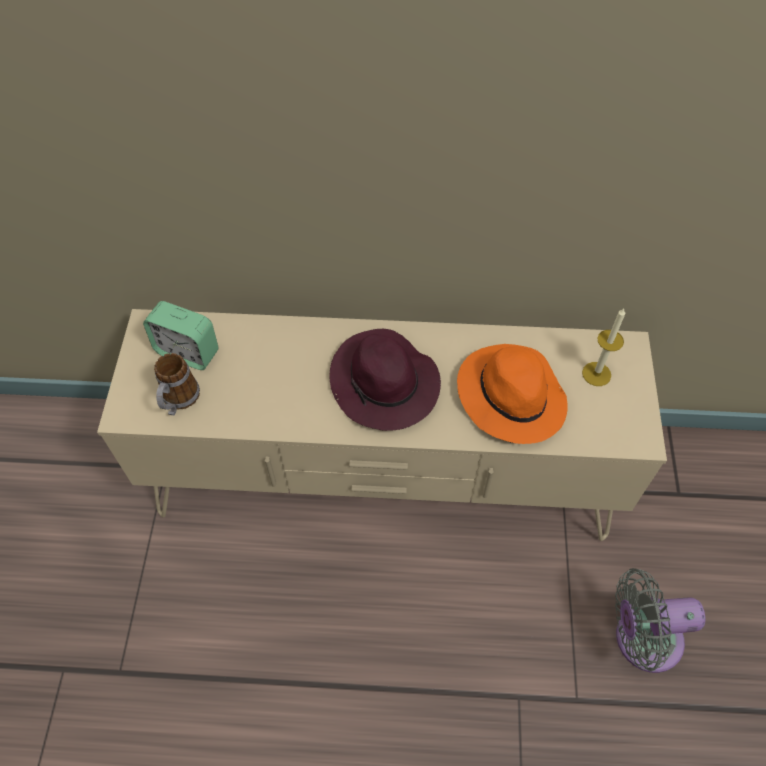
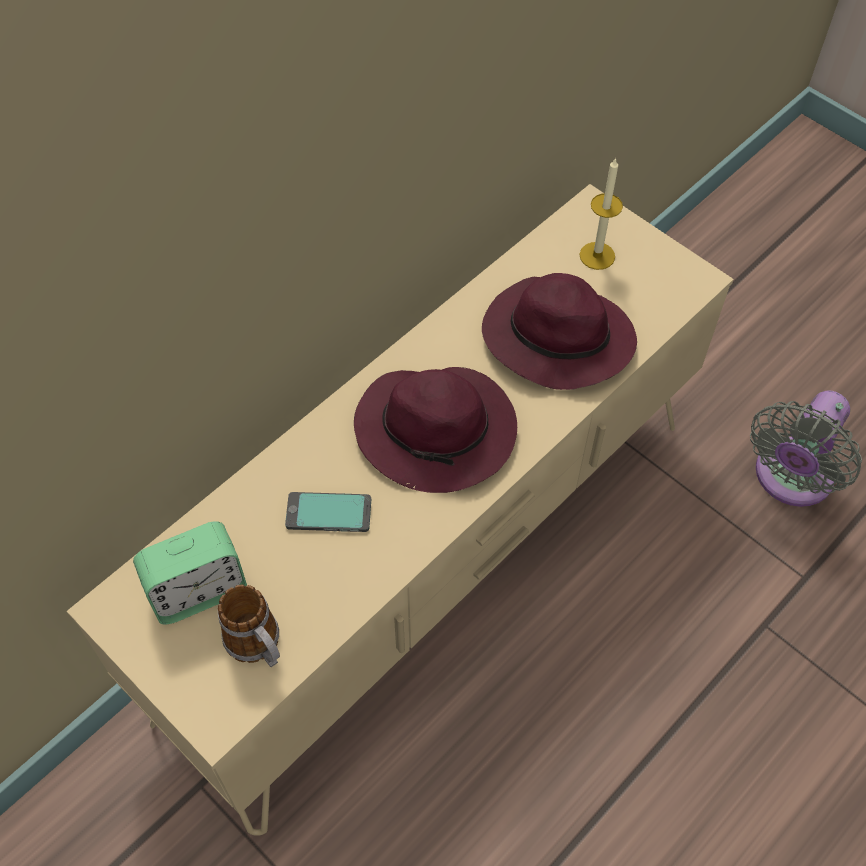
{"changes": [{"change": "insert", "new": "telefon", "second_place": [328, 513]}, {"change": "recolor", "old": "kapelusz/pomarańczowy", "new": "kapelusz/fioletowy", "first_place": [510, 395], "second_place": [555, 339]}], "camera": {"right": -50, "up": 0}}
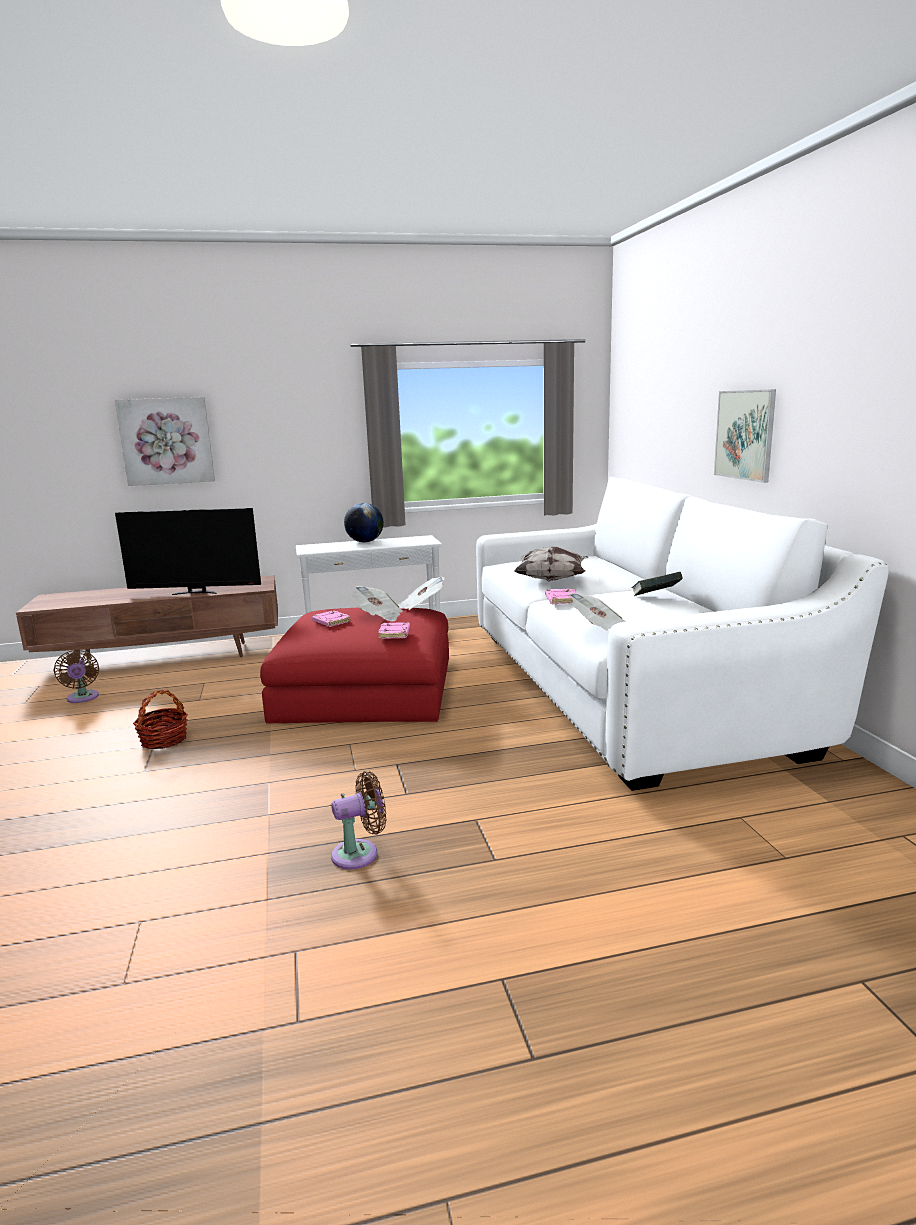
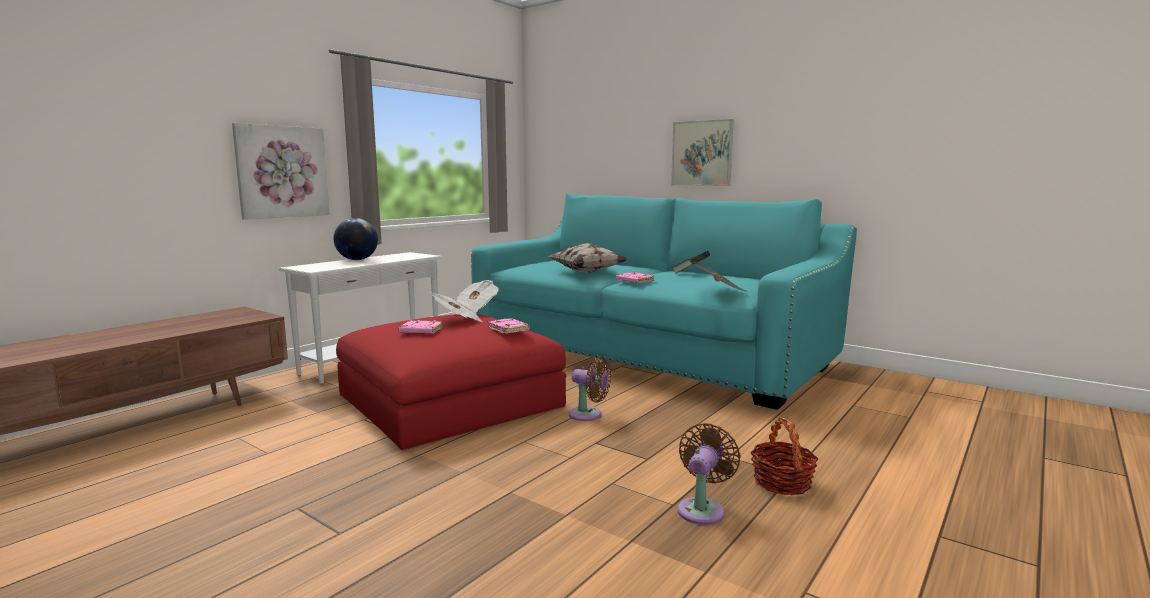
{"changes": [{"change": "move", "old": "obraz", "first_place": [166, 441], "second_place": [282, 172]}, {"change": "recolor", "old": "kanapa/biały", "new": "kanapa/turkusowy", "first_place": [625, 685], "second_place": [648, 354]}, {"change": "move", "old": "wentylator/brązowy", "first_place": [82, 698], "second_place": [588, 415]}, {"change": "move", "old": "koszyk", "first_place": [164, 740], "second_place": [782, 482]}, {"change": "delete", "old": "telewizor", "first_place": [196, 593]}], "camera": {"right": -40, "up": -5}}
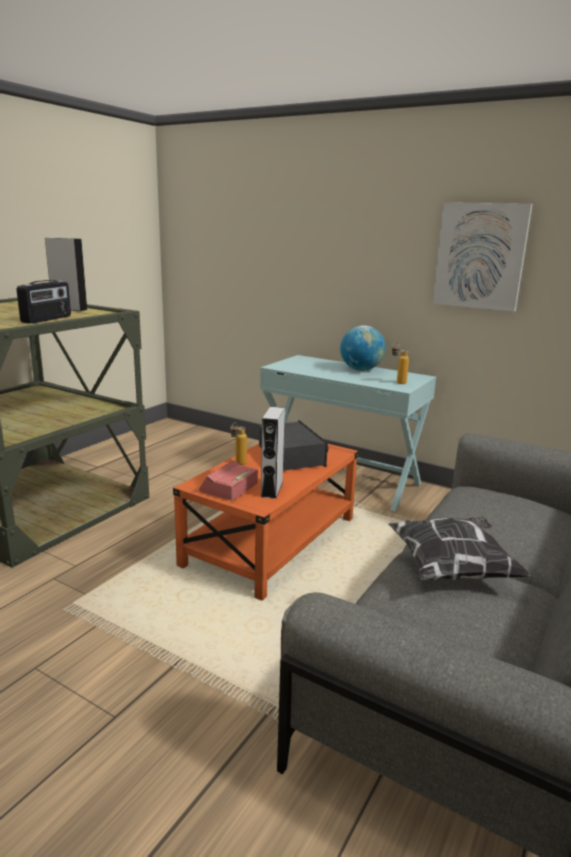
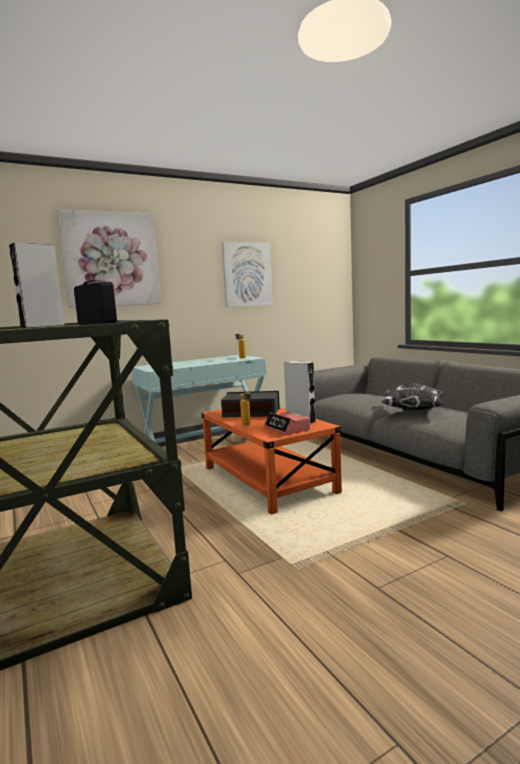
{"changes": [{"change": "insert", "new": "obraz", "second_place": [111, 259]}, {"change": "delete", "old": "globus", "first_place": [361, 369]}], "camera": {"right": -60, "up": -10}}
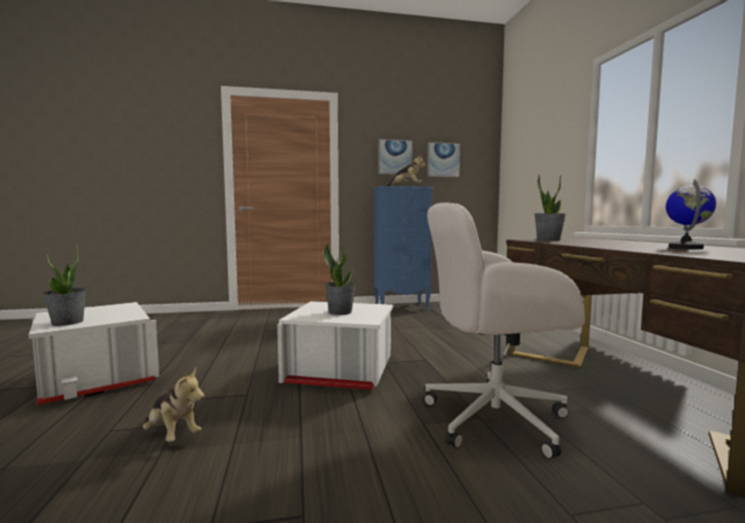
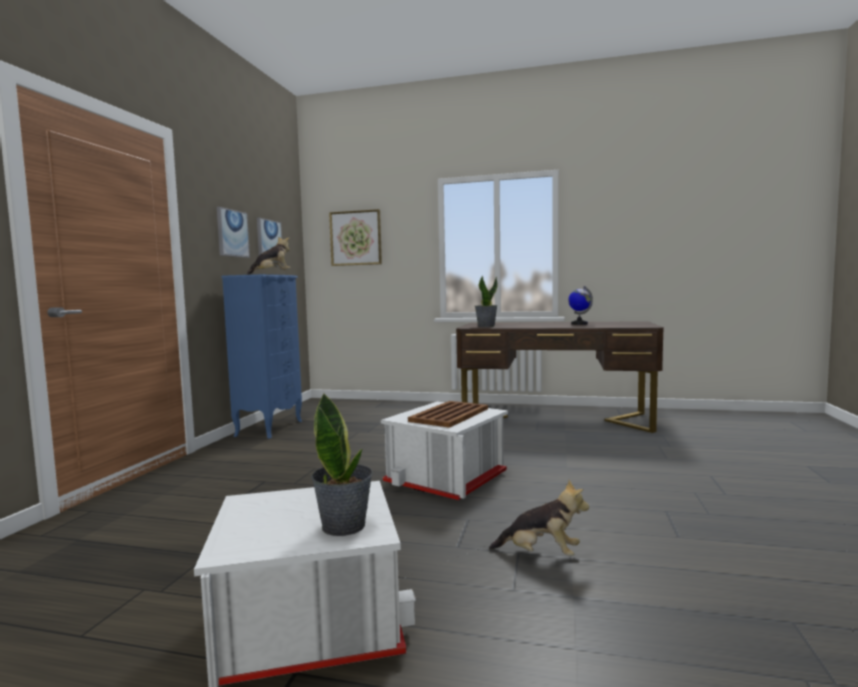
{"changes": [{"change": "insert", "new": "obraz", "second_place": [356, 238]}, {"change": "replace", "old": "roślina doniczkowa", "new": "taca/brązowy", "first_place": [340, 312], "second_place": [450, 415]}, {"change": "rotate", "old": "pluszak", "first_place": [172, 435], "second_place": [540, 554], "degrees": 45}, {"change": "delete", "old": "krzesło biurowe/biały", "first_place": [495, 419]}], "camera": {"right": -65, "up": 0}}
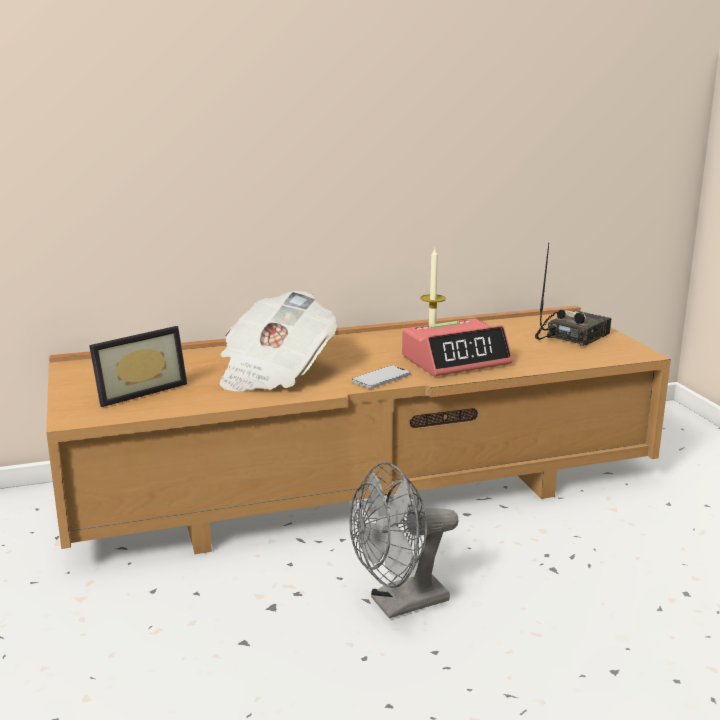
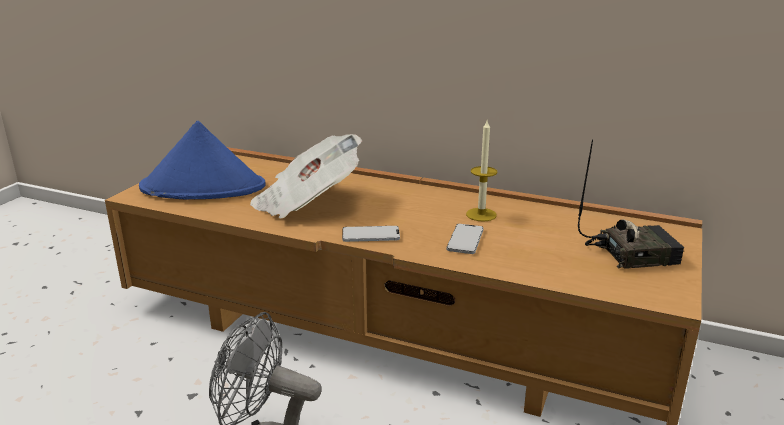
{"changes": [{"change": "replace", "old": "ramka na zdjęcie", "new": "kapelusz/niebieski", "first_place": [137, 391], "second_place": [204, 187]}, {"change": "replace", "old": "budzik", "new": "telefon", "first_place": [456, 360], "second_place": [465, 240]}], "camera": {"right": 40, "up": 5}}
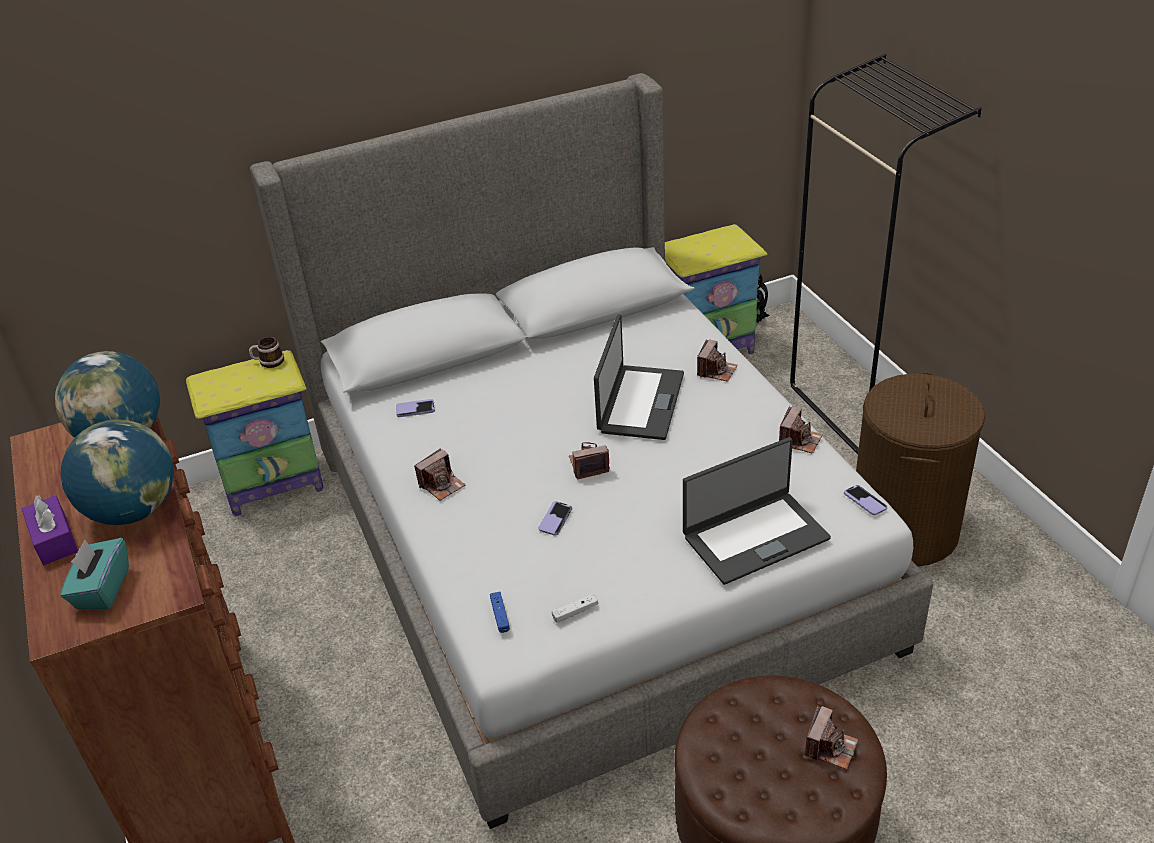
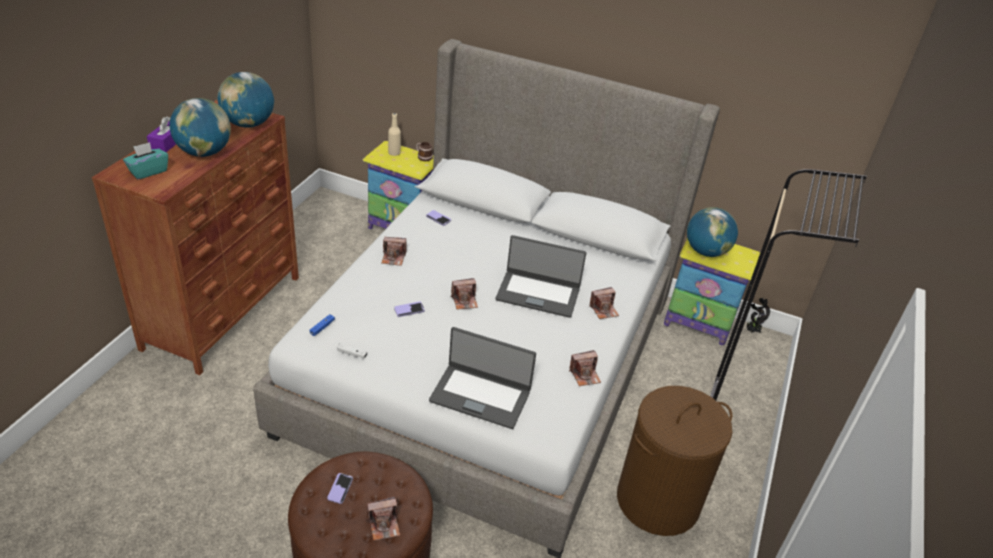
{"changes": [{"change": "move", "old": "telefon", "first_place": [865, 501], "second_place": [340, 489]}, {"change": "insert", "new": "butelka/beżowy", "second_place": [394, 153]}, {"change": "rotate", "old": "aparat fotograficzny", "first_place": [588, 466], "second_place": [464, 301], "degrees": 135}, {"change": "rotate", "old": "laptop", "first_place": [639, 402], "second_place": [538, 293], "degrees": 45}, {"change": "insert", "new": "globus", "second_place": [706, 251]}], "camera": {"right": 40, "up": 0}}
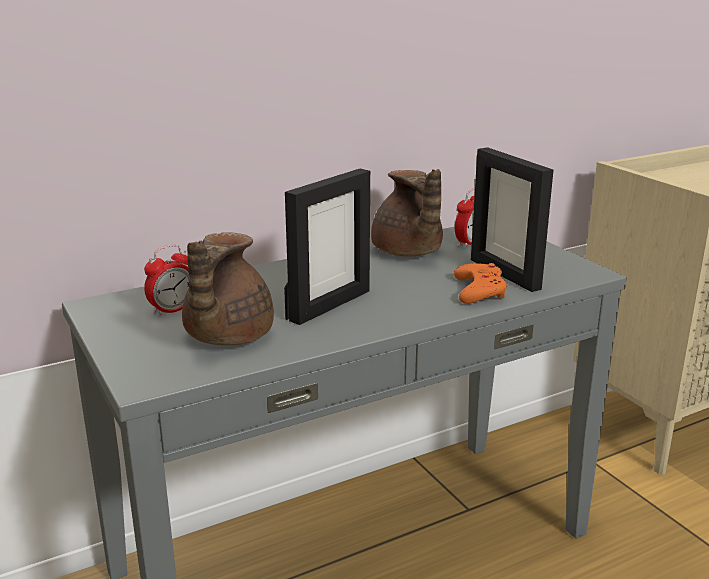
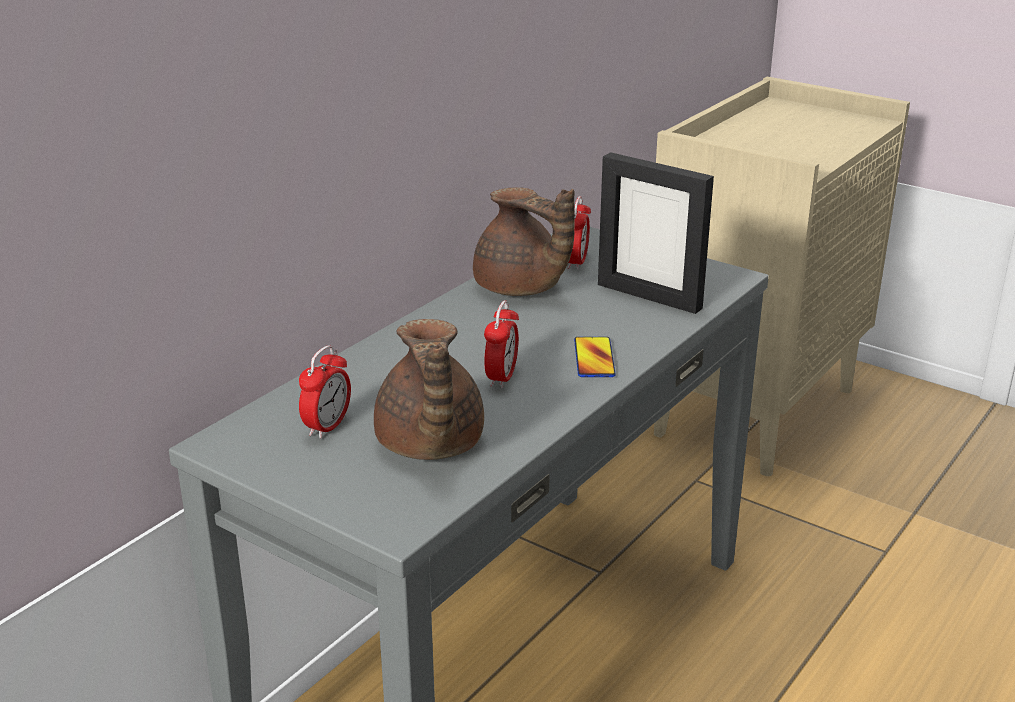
{"changes": [{"change": "replace", "old": "ramka na zdjęcie", "new": "budzik", "first_place": [329, 305], "second_place": [501, 377]}, {"change": "insert", "new": "telefon", "second_place": [594, 358]}, {"change": "delete", "old": "pad do gier/pomarańczowy", "first_place": [479, 290]}], "camera": {"right": -25, "up": 5}}
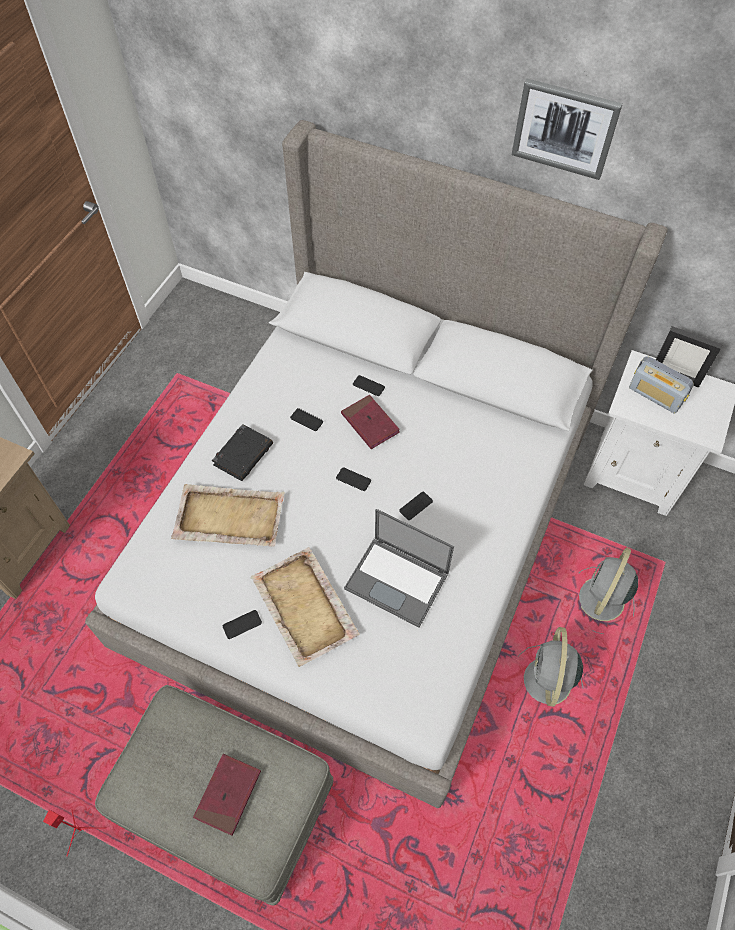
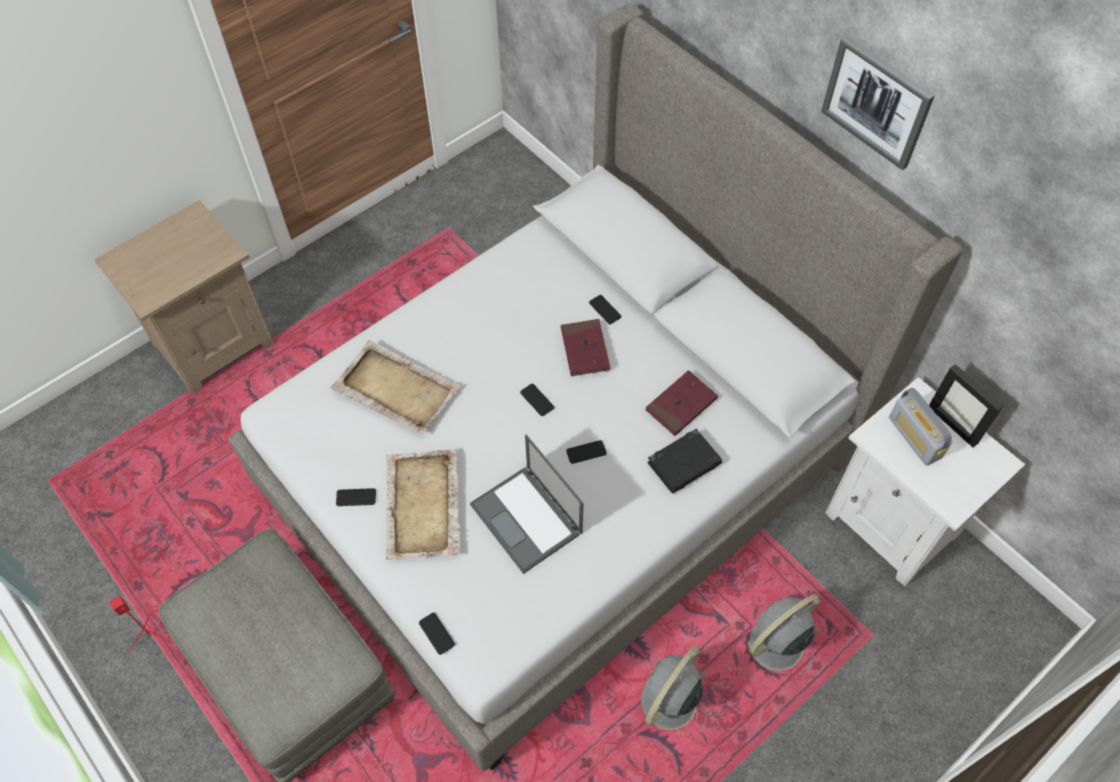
{"changes": [{"change": "move", "old": "telefon", "first_place": [306, 420], "second_place": [436, 633]}, {"change": "move", "old": "książka/czerwony", "first_place": [228, 794], "second_place": [681, 405]}, {"change": "move", "old": "książka/czarny", "first_place": [243, 454], "second_place": [684, 463]}], "camera": {"right": 25, "up": 0}}
